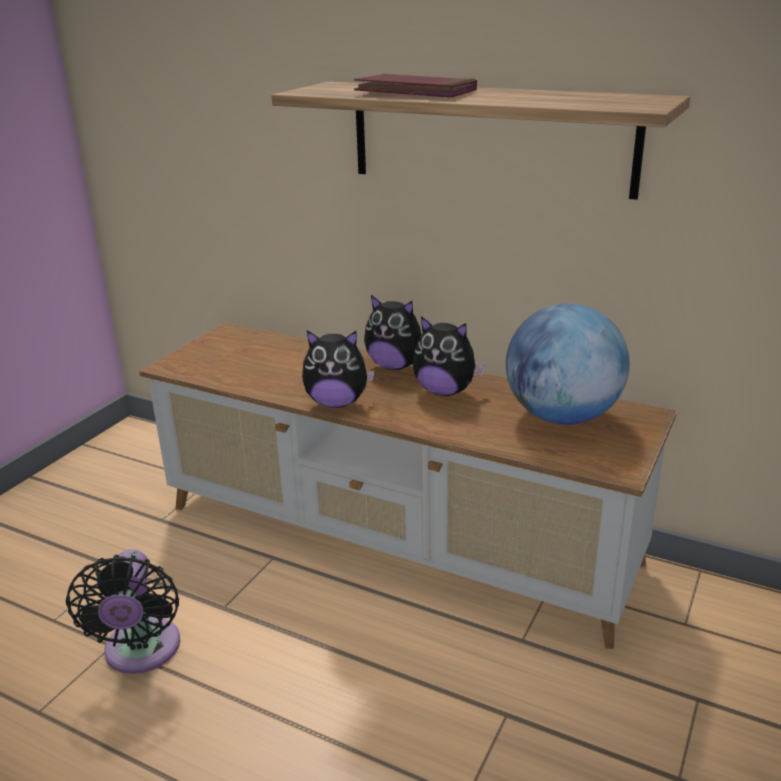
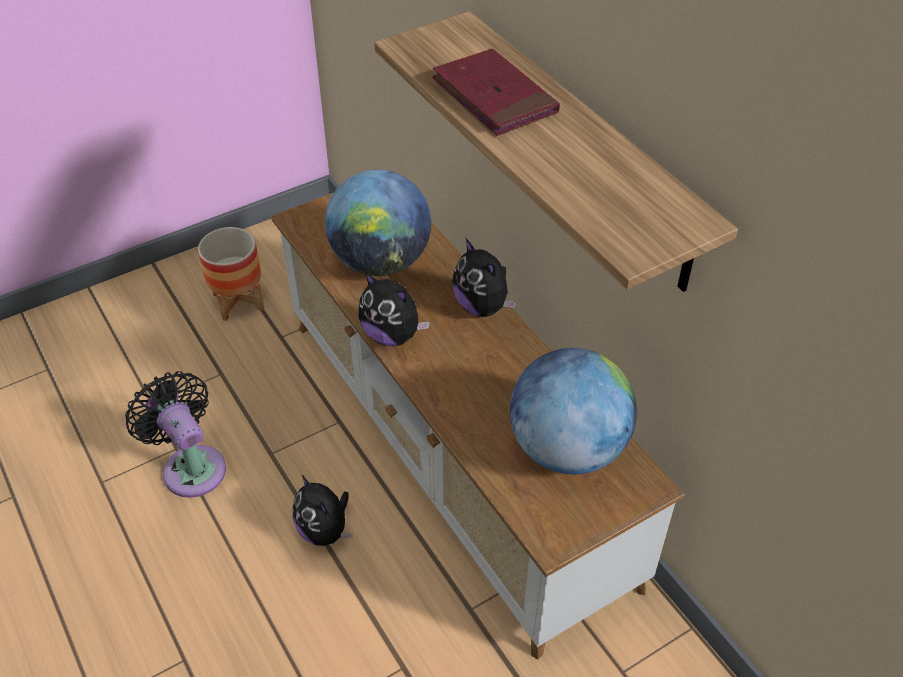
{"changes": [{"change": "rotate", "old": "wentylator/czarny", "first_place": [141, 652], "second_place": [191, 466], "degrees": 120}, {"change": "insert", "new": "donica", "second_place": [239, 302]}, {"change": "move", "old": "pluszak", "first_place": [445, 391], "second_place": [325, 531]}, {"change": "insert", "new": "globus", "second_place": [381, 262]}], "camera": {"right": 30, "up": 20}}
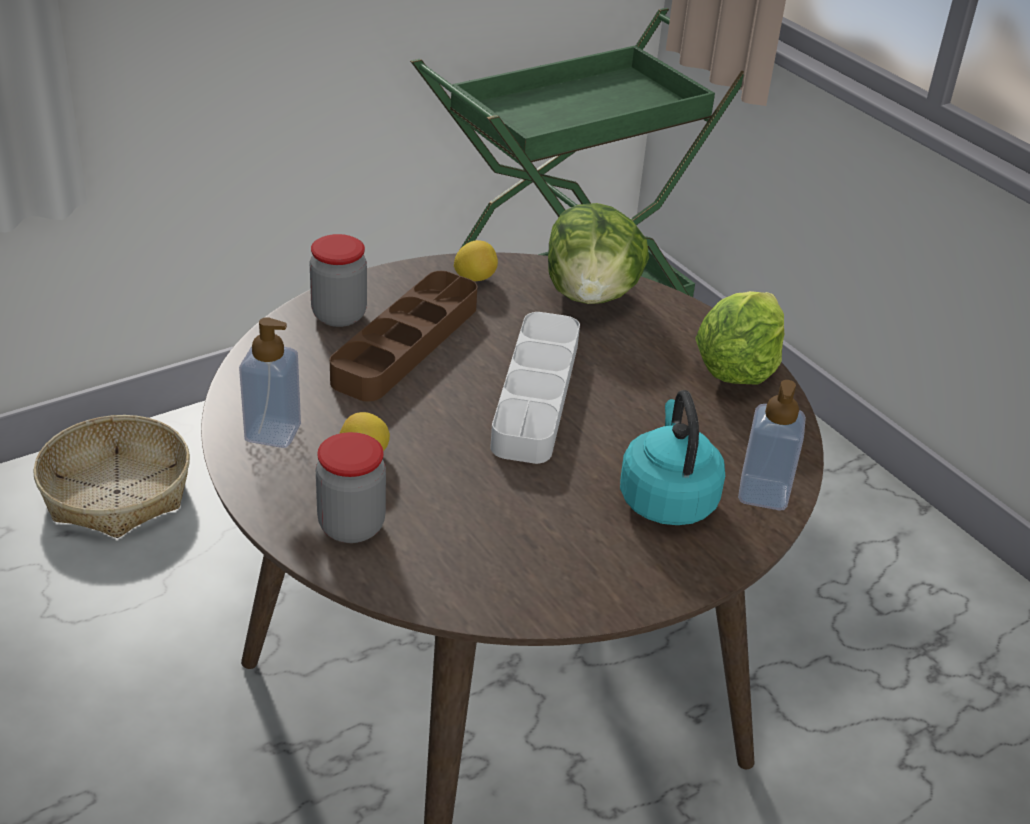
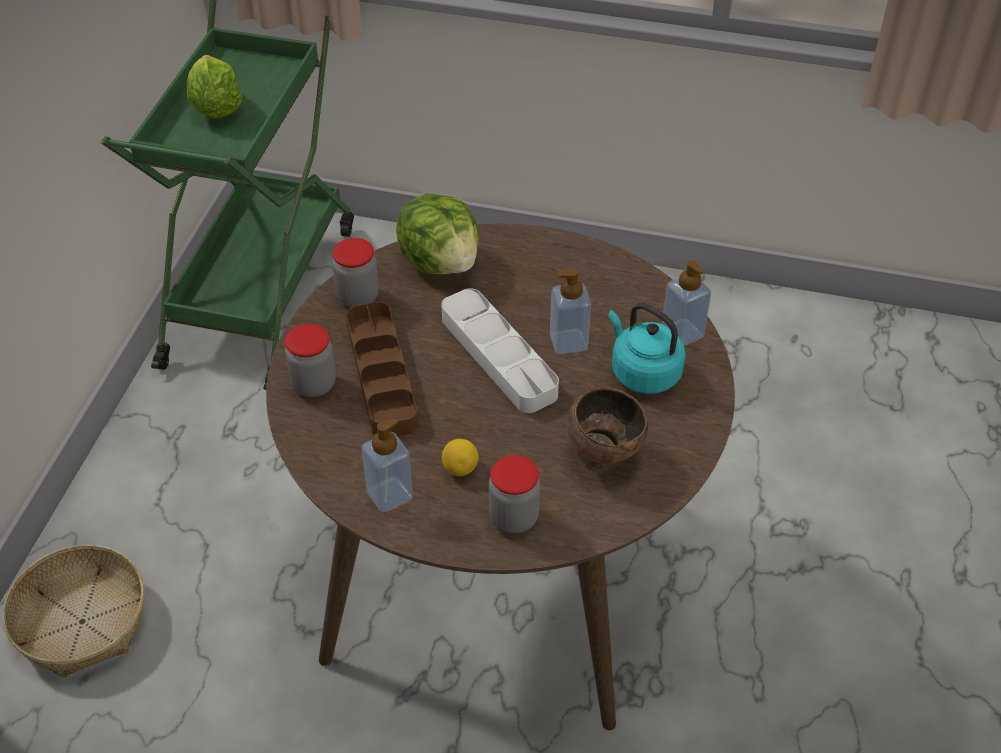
{"changes": [{"change": "move", "old": "sałata", "first_place": [736, 369], "second_place": [216, 108]}, {"change": "replace", "old": "cytryna", "new": "słoik", "first_place": [475, 278], "second_place": [358, 297]}, {"change": "insert", "new": "dozownik mydła", "second_place": [568, 342]}, {"change": "insert", "new": "miska/brązowy", "second_place": [603, 455]}], "camera": {"right": -40, "up": 10}}
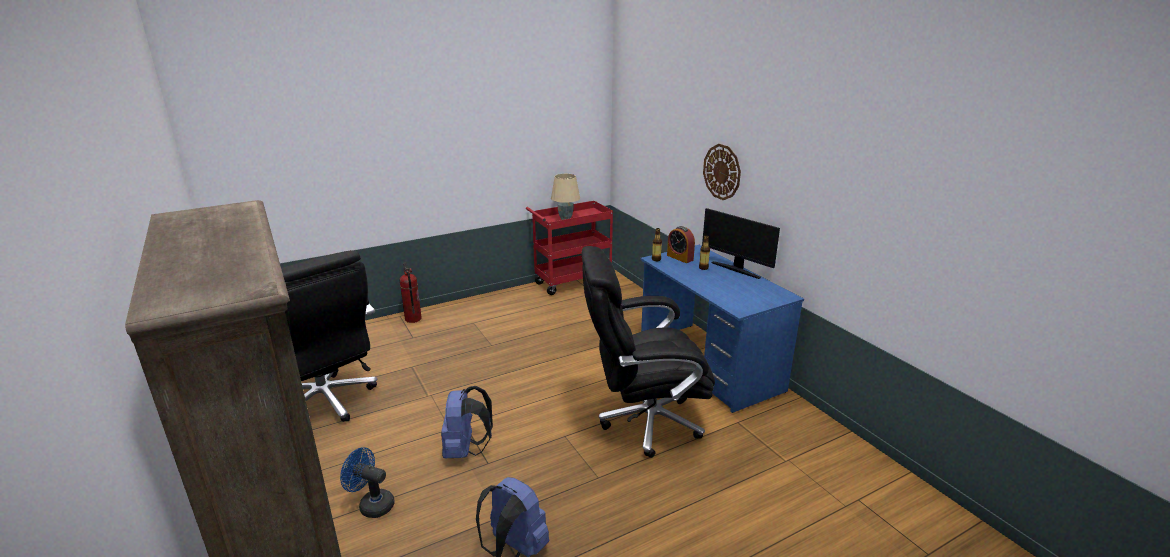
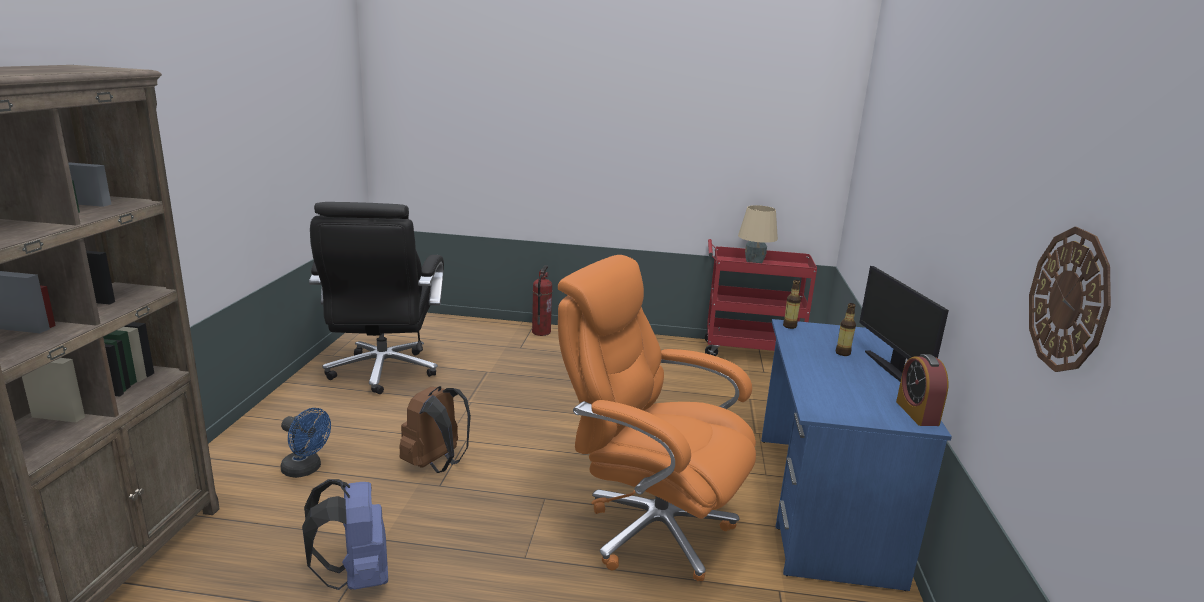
{"changes": [{"change": "rotate", "old": "wentylator/niebieski", "first_place": [372, 504], "second_place": [306, 470], "degrees": 150}, {"change": "recolor", "old": "plecak/niebieski", "new": "plecak/brązowy", "first_place": [466, 450], "second_place": [436, 464]}, {"change": "recolor", "old": "krzesło biurowe/czarny", "new": "krzesło biurowe/pomarańczowy", "first_place": [644, 423], "second_place": [650, 530]}, {"change": "move", "old": "budzik", "first_place": [680, 257], "second_place": [917, 413]}, {"change": "move", "old": "zegar ścienny", "first_place": [722, 172], "second_place": [1069, 300]}], "camera": {"right": 35, "up": -5}}
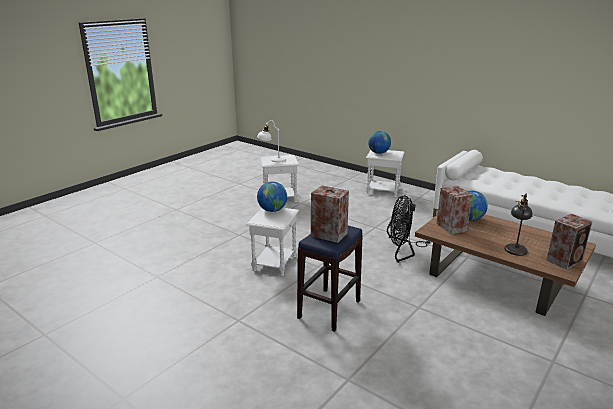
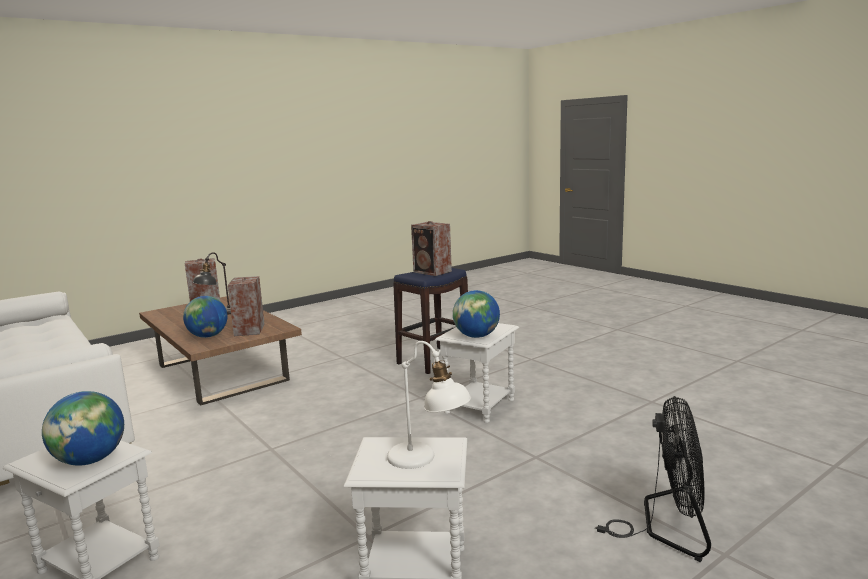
{"changes": [{"change": "move", "old": "wentylator/czarny", "first_place": [403, 248], "second_place": [665, 522]}], "camera": {"right": -165, "up": -10}}
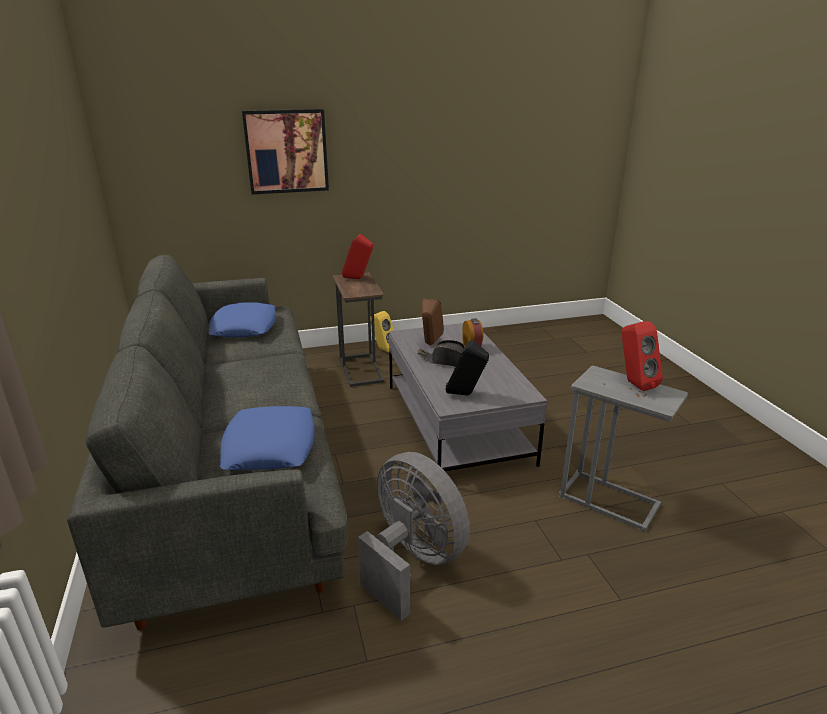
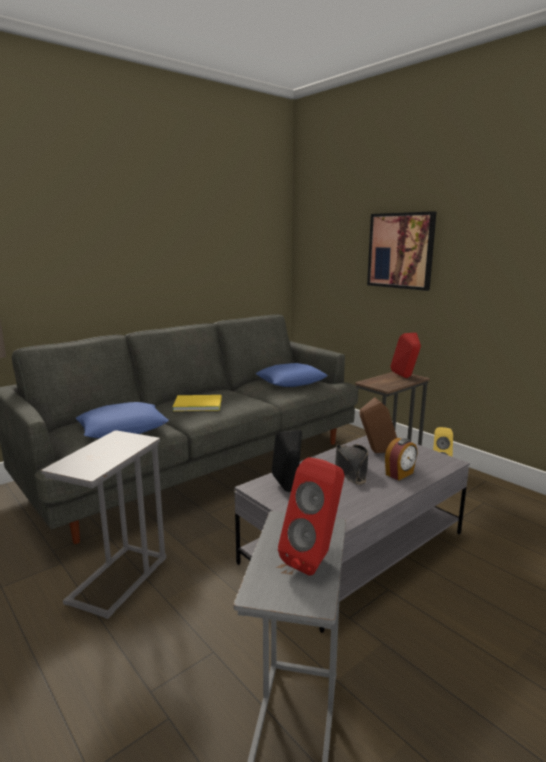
{"changes": [{"change": "replace", "old": "wentylator/szary", "new": "stolik/szary", "first_place": [412, 562], "second_place": [118, 579]}, {"change": "insert", "new": "książka/żółty", "second_place": [196, 404]}], "camera": {"right": 65, "up": -10}}
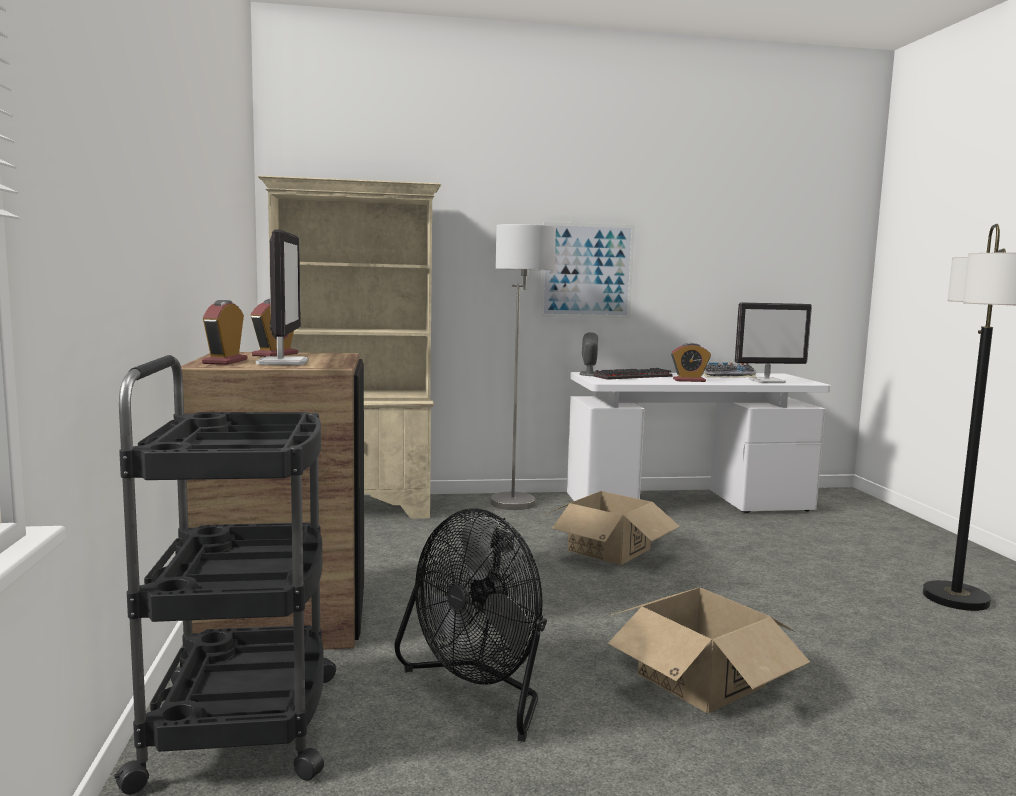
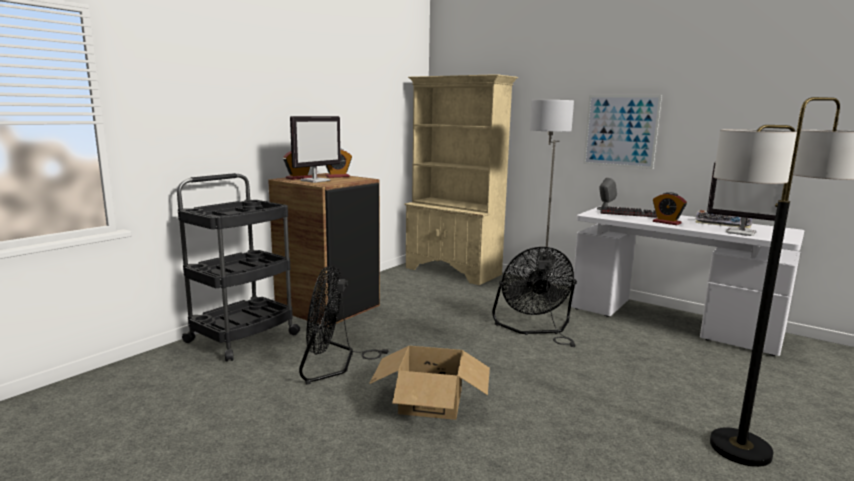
{"changes": [{"change": "replace", "old": "karton", "new": "wentylator/czarny", "first_place": [608, 550], "second_place": [540, 329]}], "camera": {"right": 45, "up": 5}}
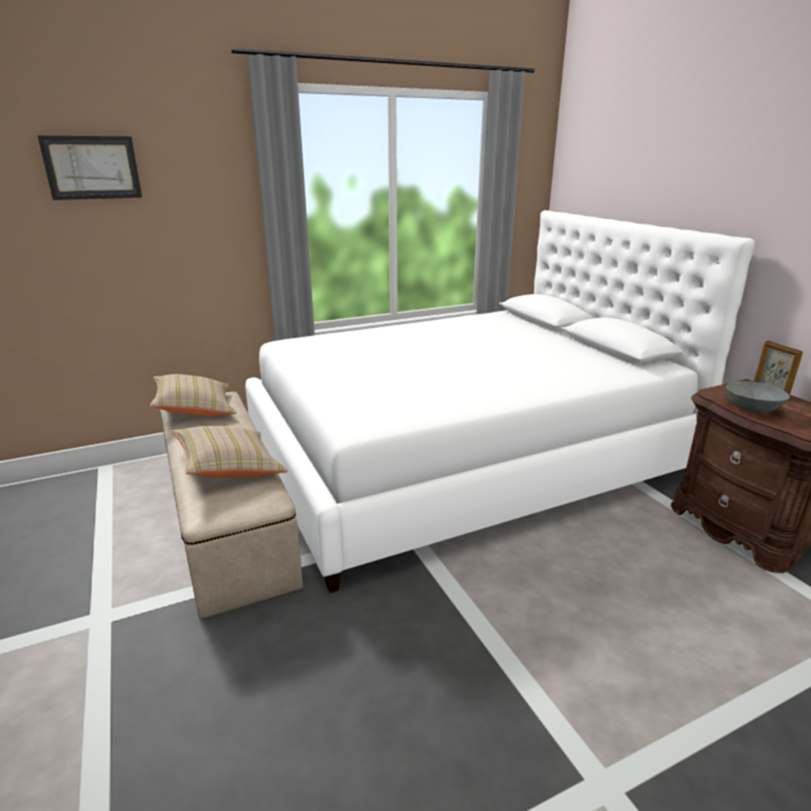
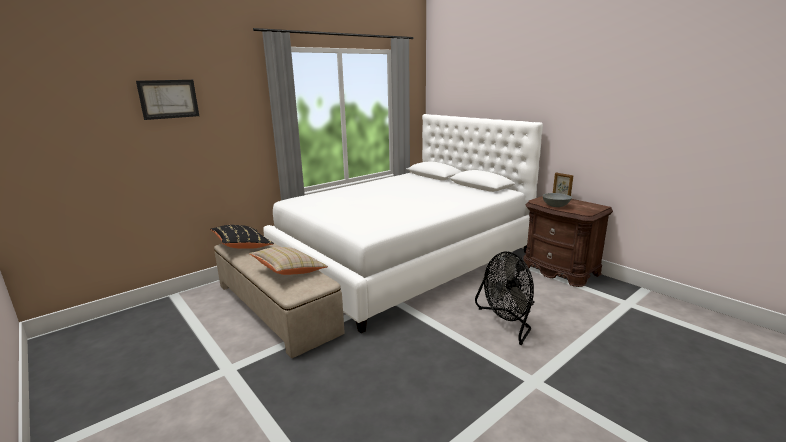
{"changes": [{"change": "recolor", "old": "poduszka/beżowy", "new": "poduszka/czarny", "first_place": [195, 410], "second_place": [242, 246]}, {"change": "insert", "new": "wentylator/czarny", "second_place": [508, 321]}], "camera": {"right": -15, "up": -5}}
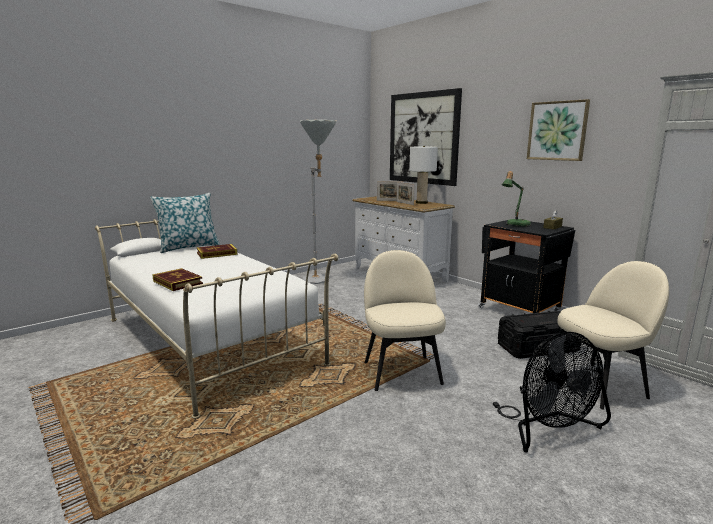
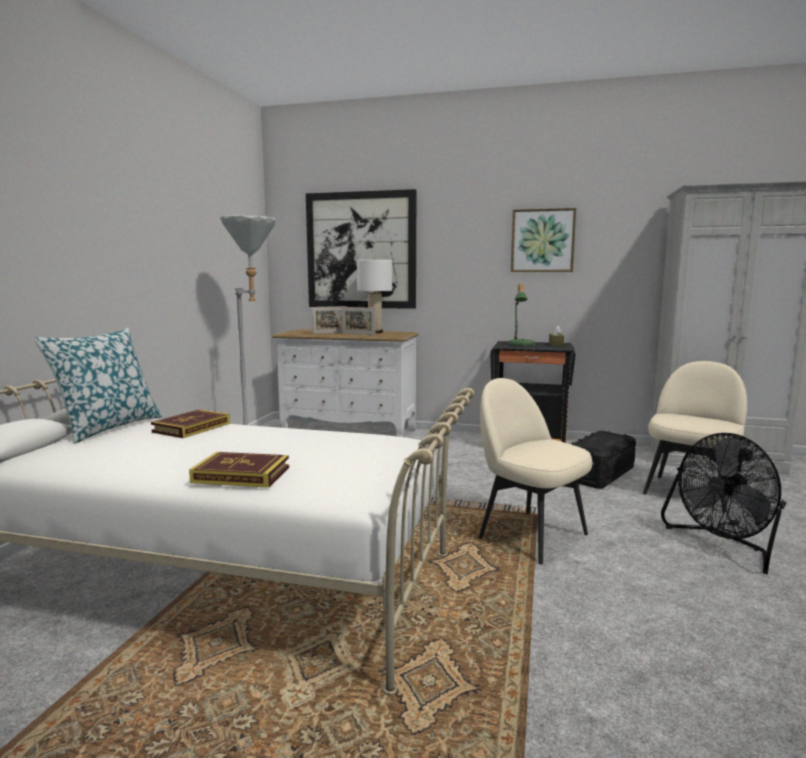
{"changes": [{"change": "rotate", "old": "wentylator/czarny", "first_place": [545, 428], "second_place": [722, 543], "degrees": 120}], "camera": {"right": -35, "up": -5}}
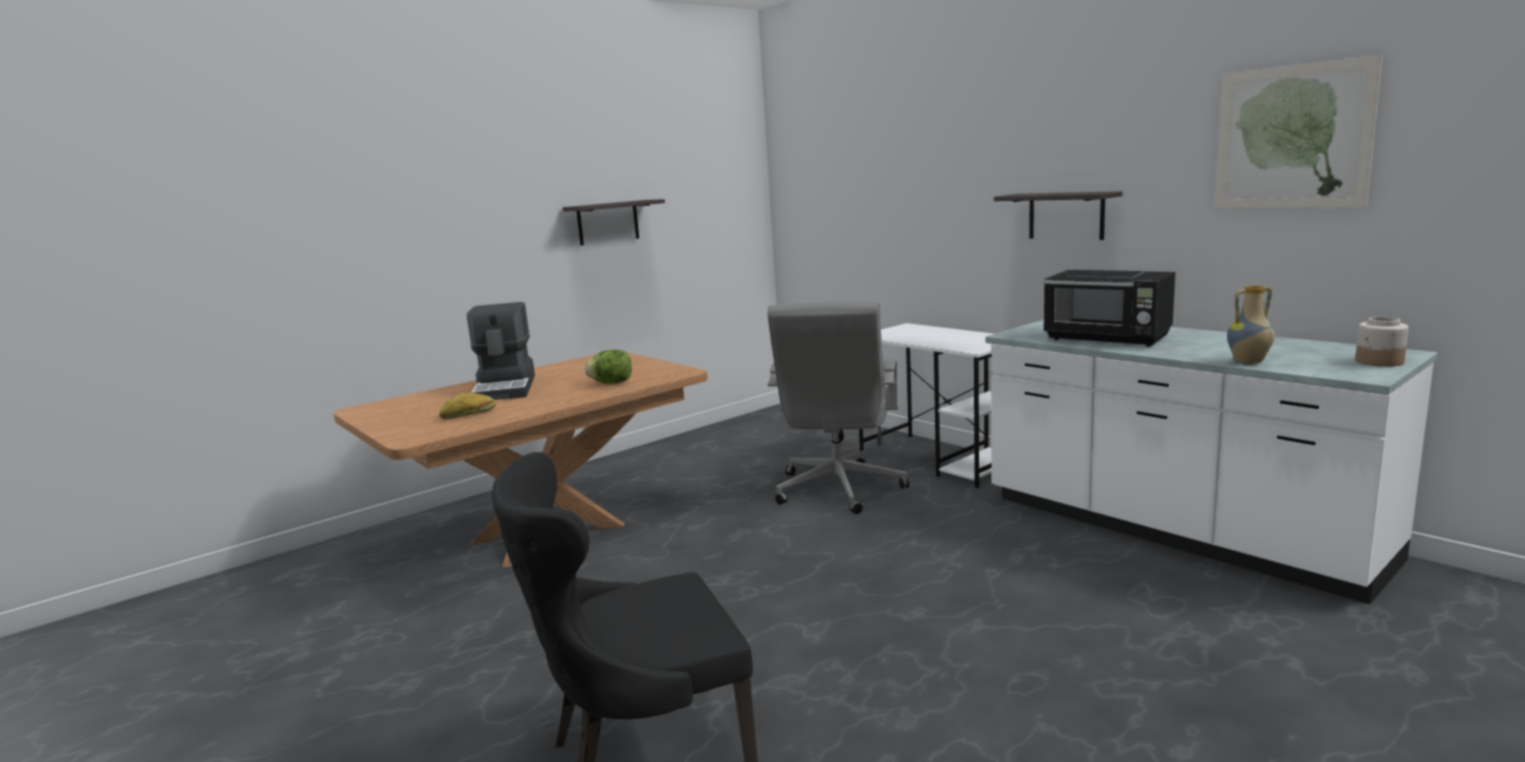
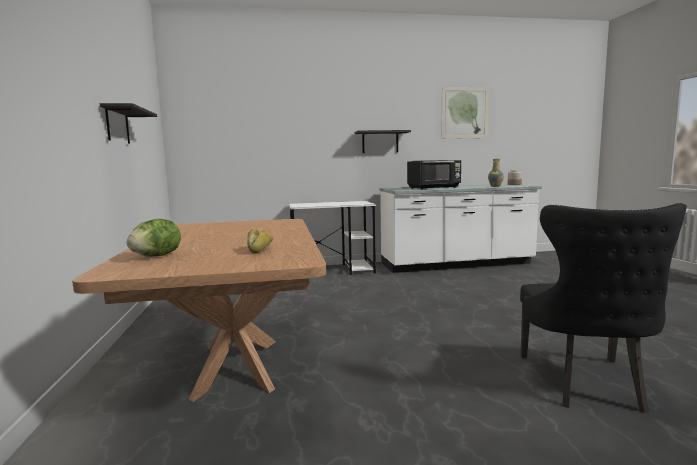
{"changes": [{"change": "move", "old": "sałata", "first_place": [611, 383], "second_place": [156, 256]}, {"change": "delete", "old": "ekspres do kawy", "first_place": [506, 388]}, {"change": "delete", "old": "krzesło biurowe/szary", "first_place": [839, 488]}], "camera": {"right": -60, "up": -5}}
